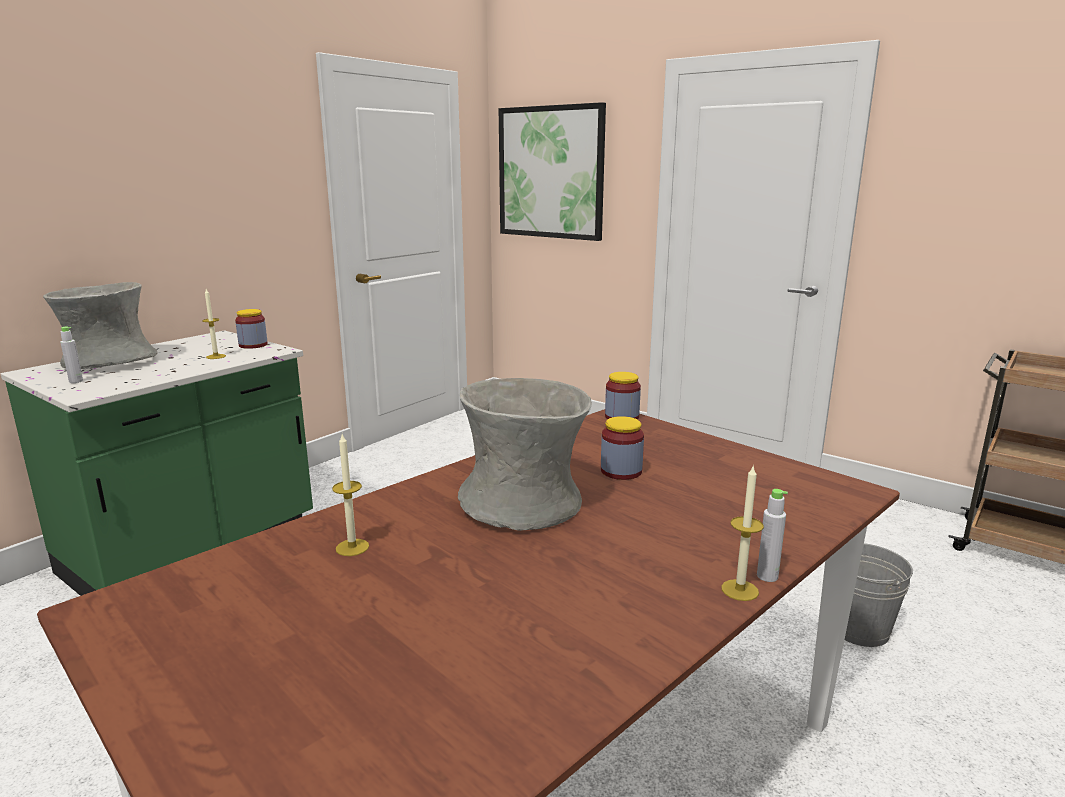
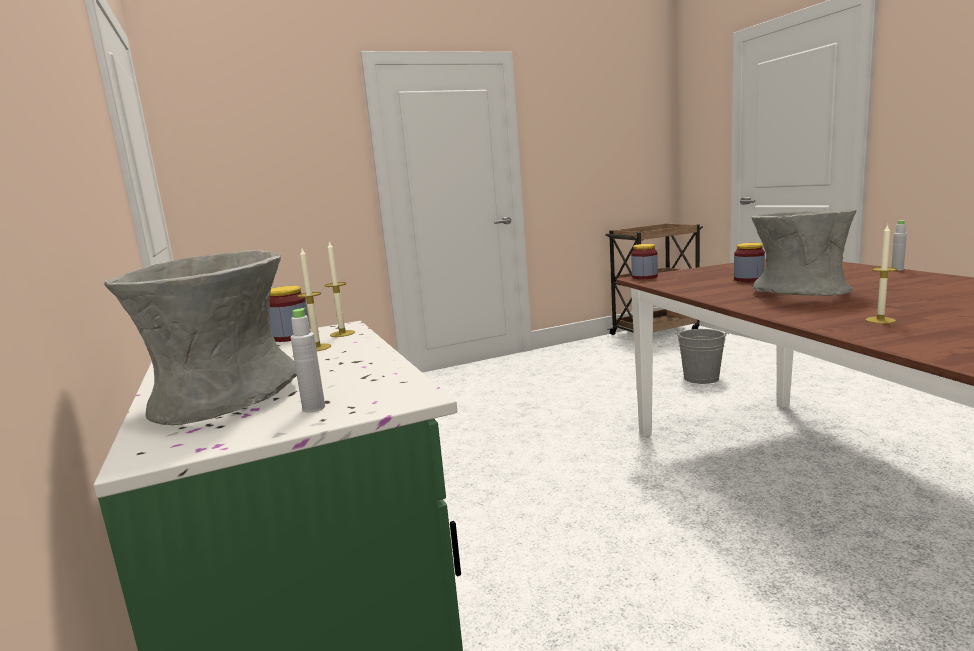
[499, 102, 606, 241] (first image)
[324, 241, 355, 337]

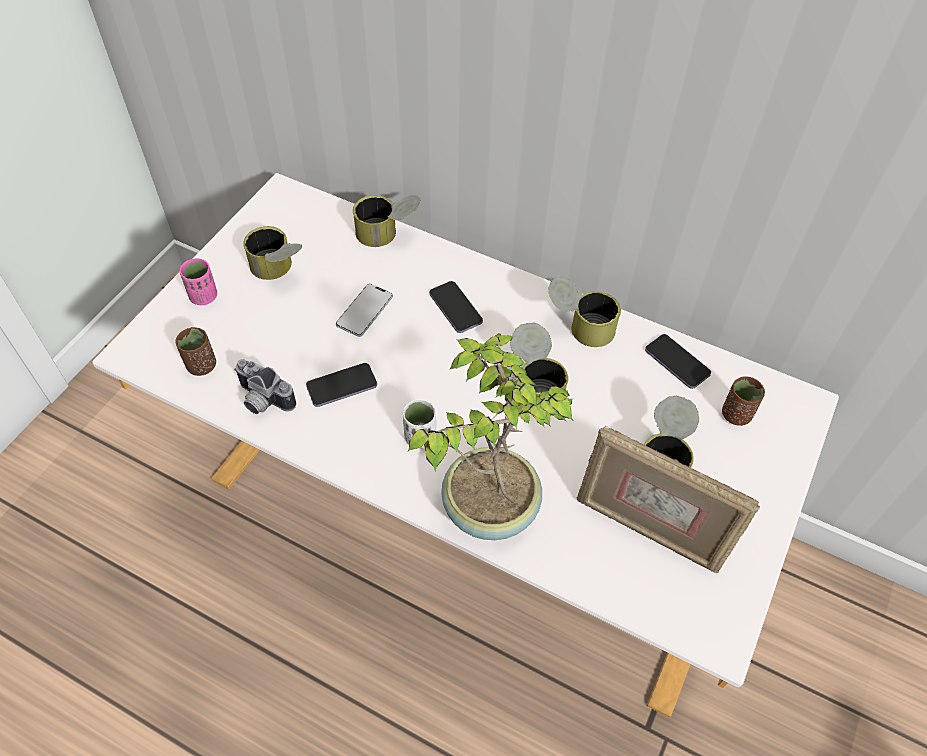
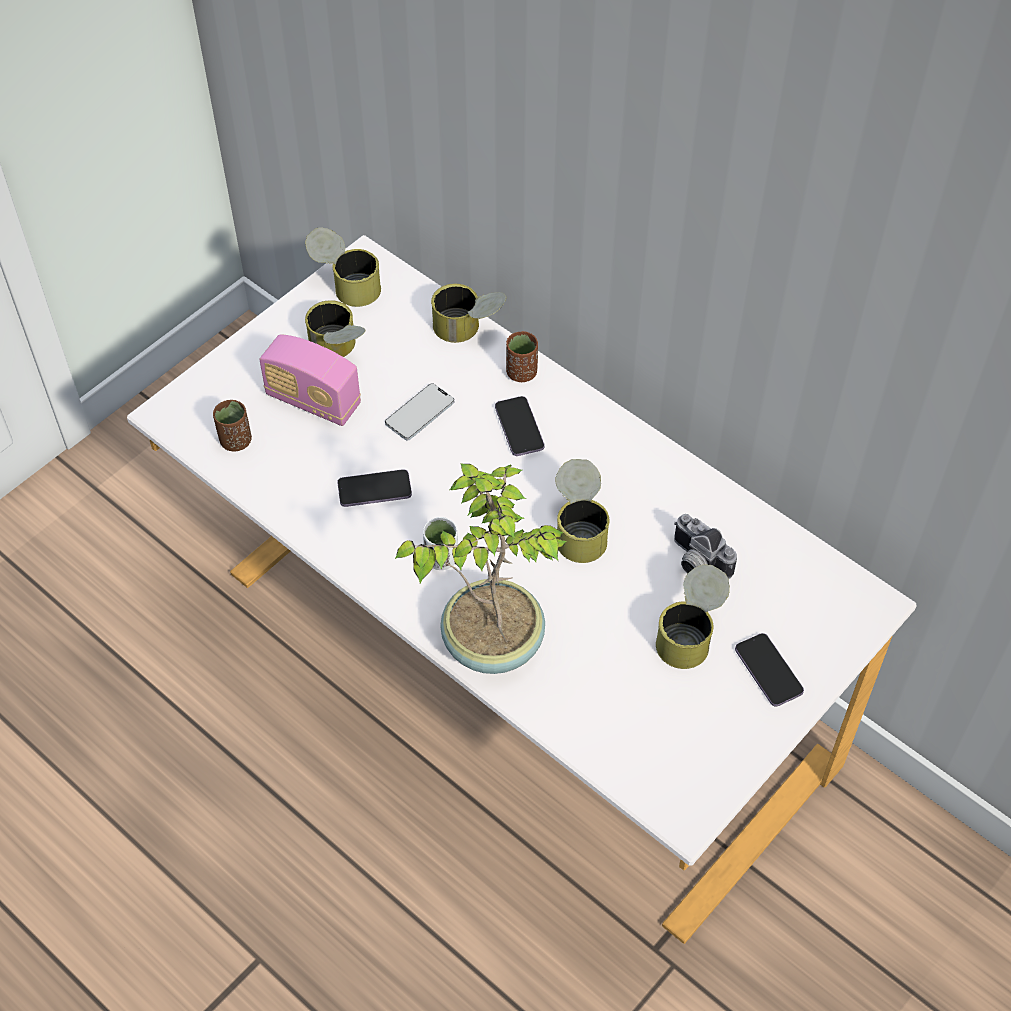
[180, 258, 217, 305] (first image)
[577, 426, 760, 573] (first image)
[259, 334, 361, 426]
[674, 514, 737, 579]
[305, 227, 381, 307]
[735, 633, 804, 706]
[506, 331, 538, 382]

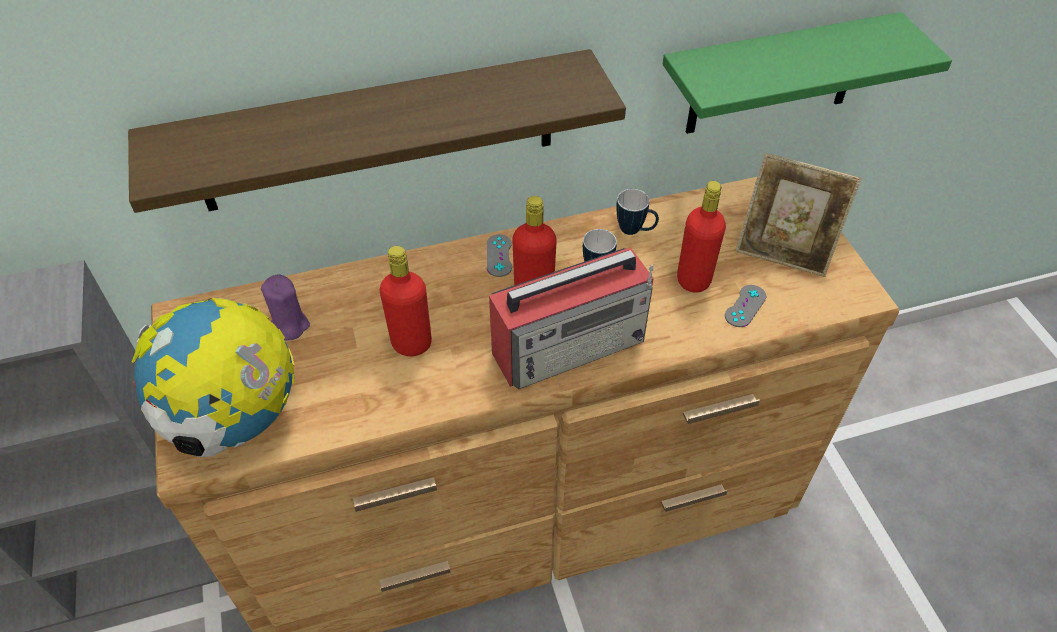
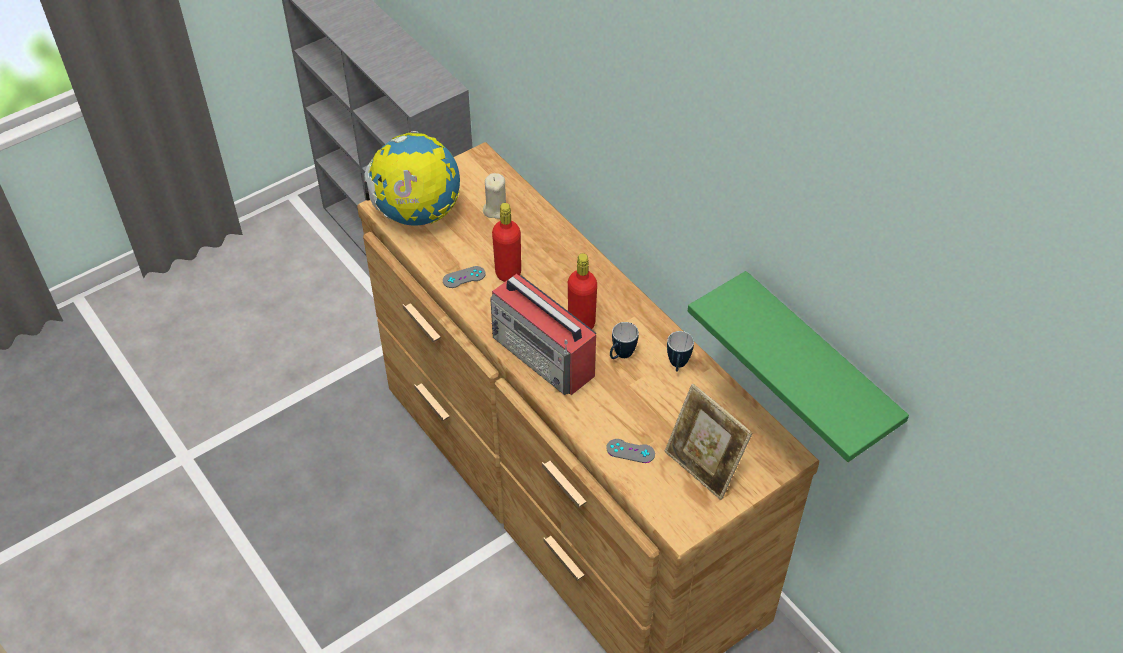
[128, 49, 626, 213] (first image)
[677, 181, 726, 293] (first image)
[443, 266, 486, 288]
[483, 173, 506, 219]
[664, 384, 752, 500]

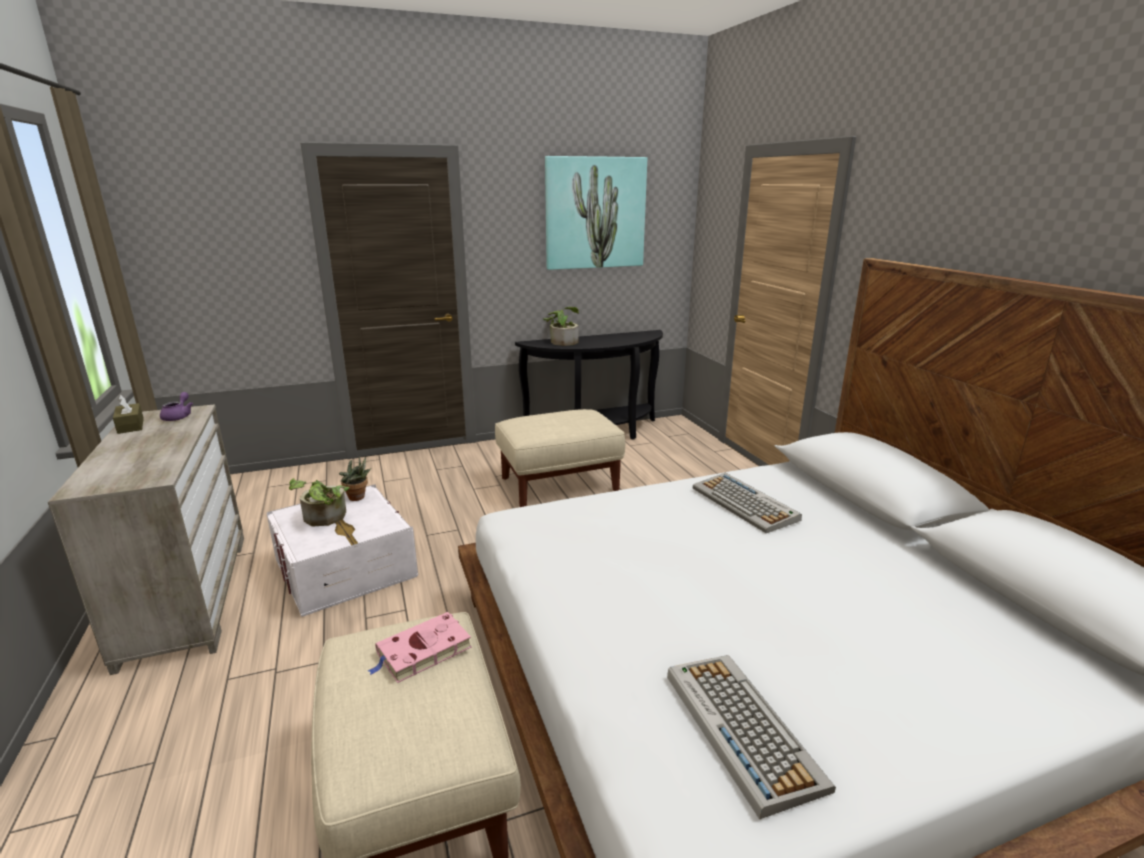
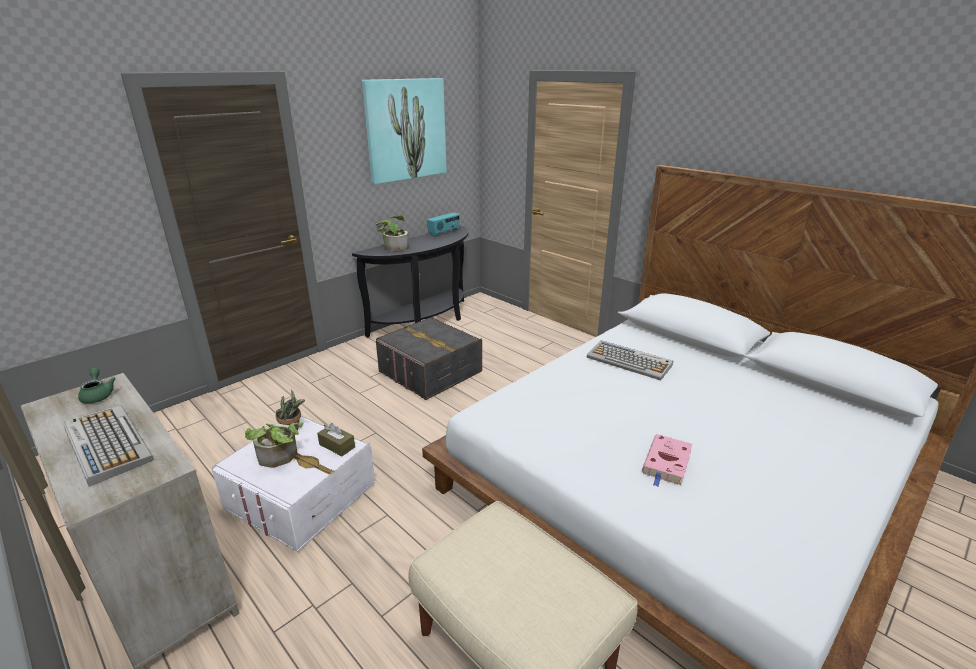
[427, 213, 460, 236]
[317, 423, 355, 456]
[642, 434, 692, 487]
[63, 405, 154, 487]
[376, 316, 482, 400]
[78, 368, 116, 404]

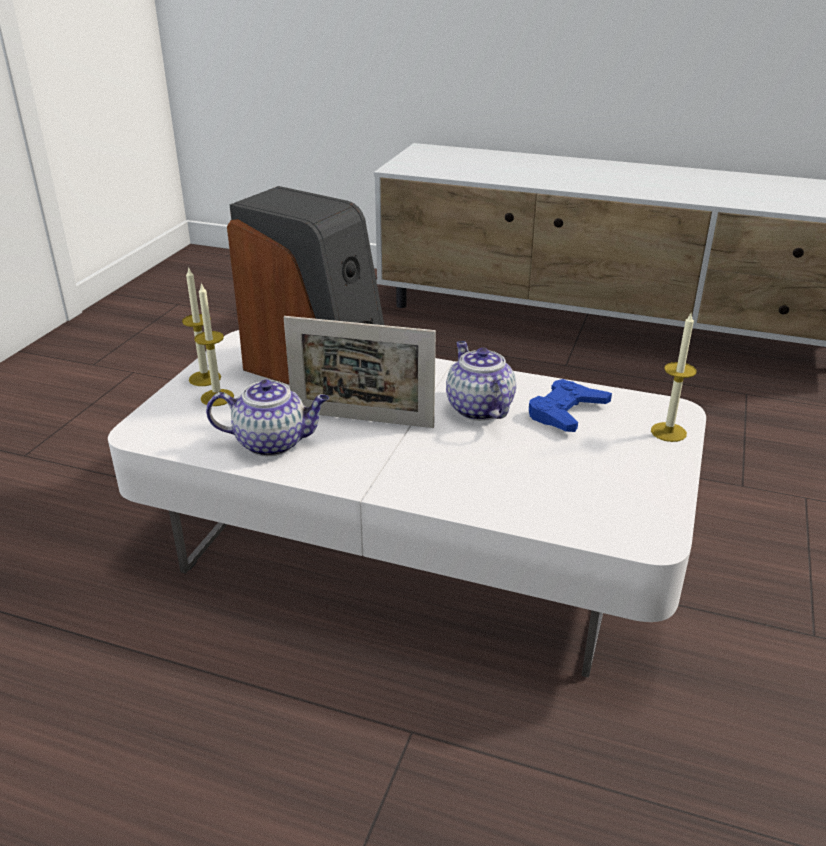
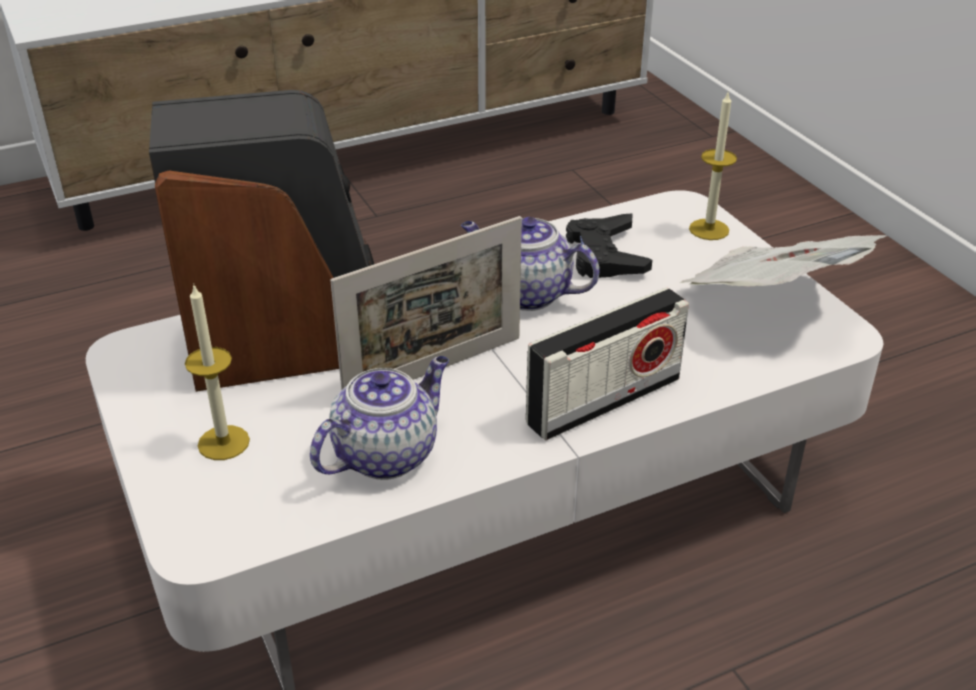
[182, 266, 221, 386] (first image)
[526, 287, 689, 441]
[680, 235, 887, 287]
[566, 213, 652, 278]

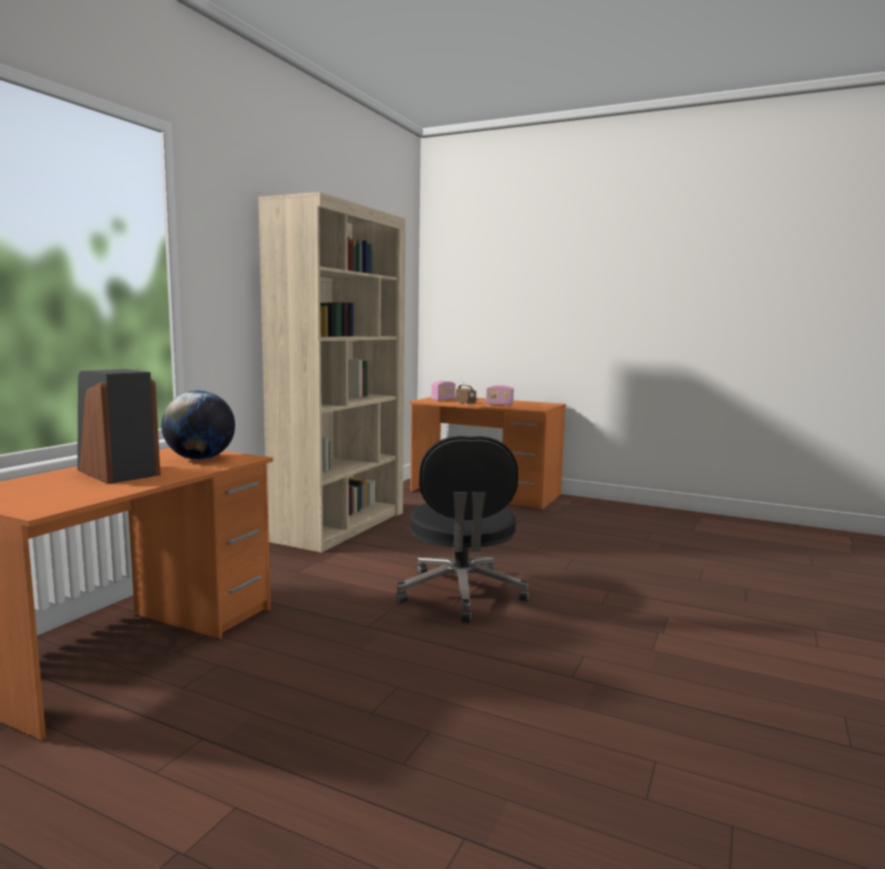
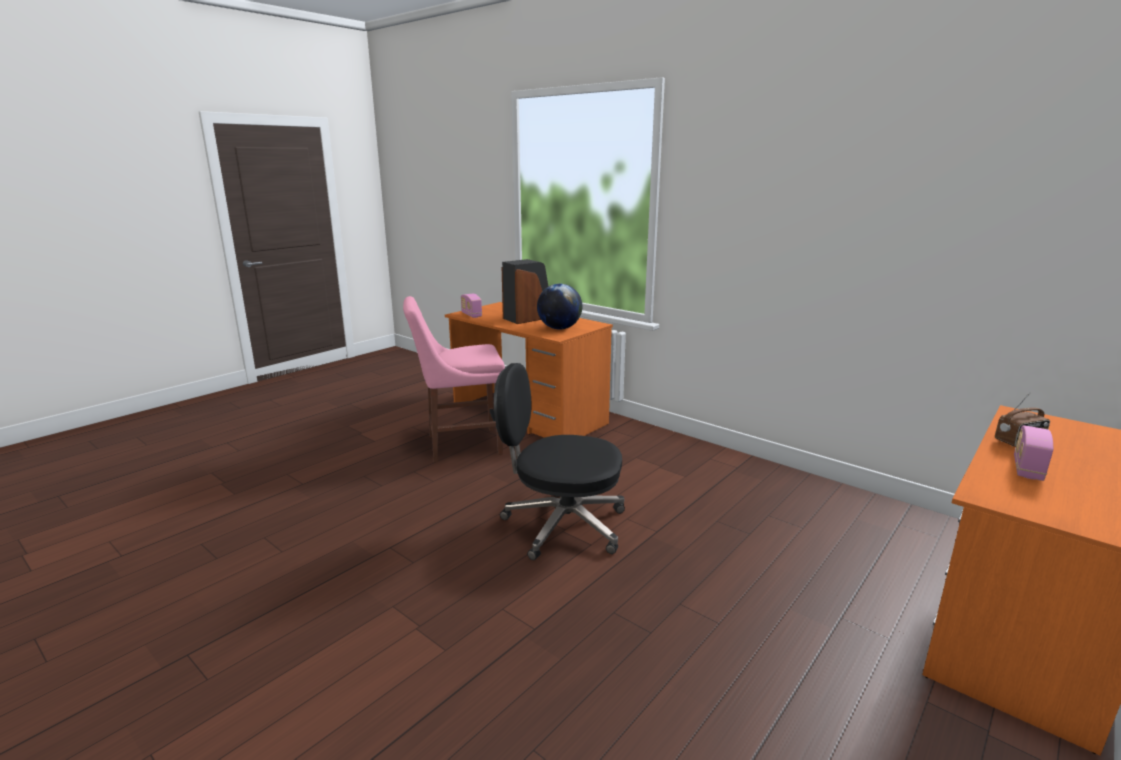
[258, 192, 405, 553] (first image)
[403, 296, 505, 462]
[461, 294, 482, 318]

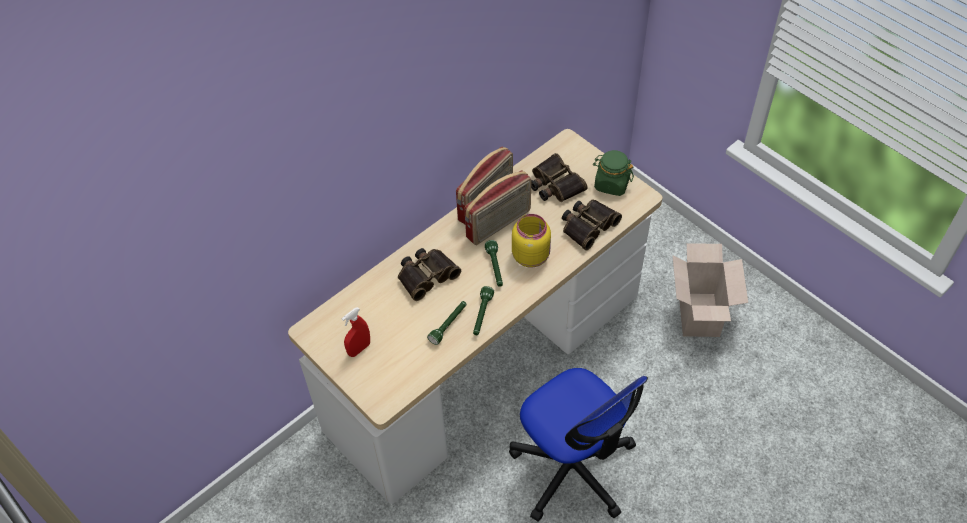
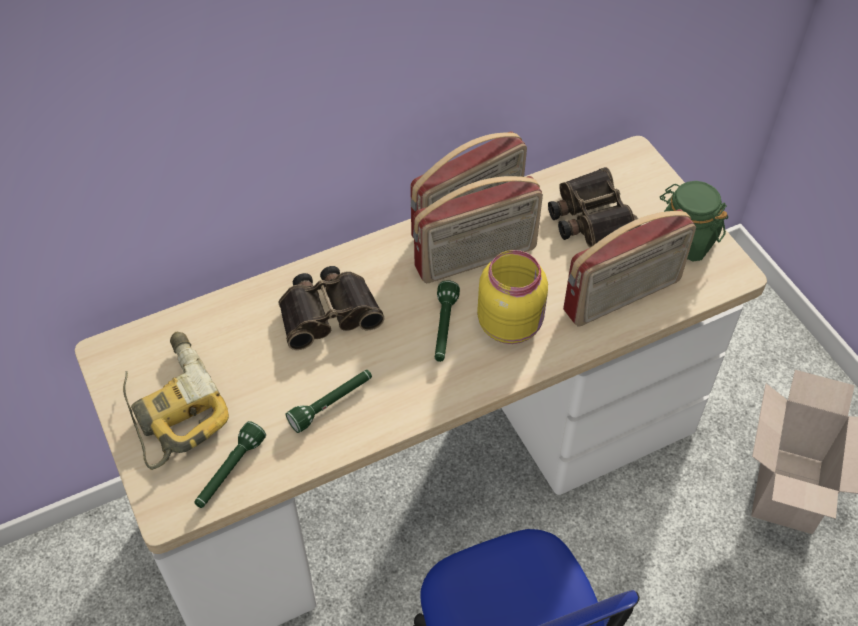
[194, 421, 266, 508]
[123, 331, 229, 470]
[563, 209, 696, 327]

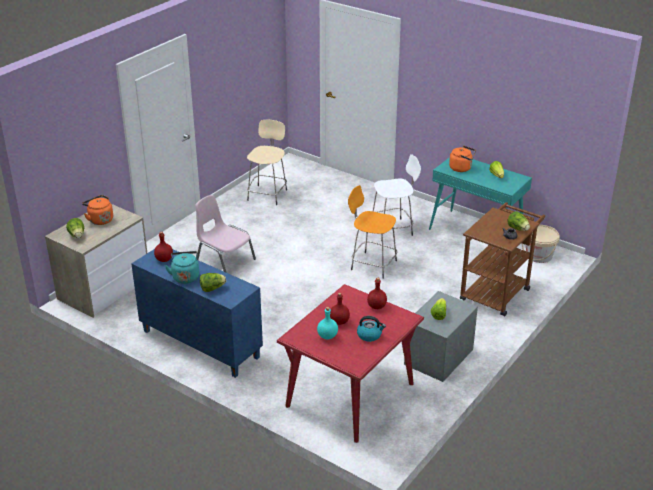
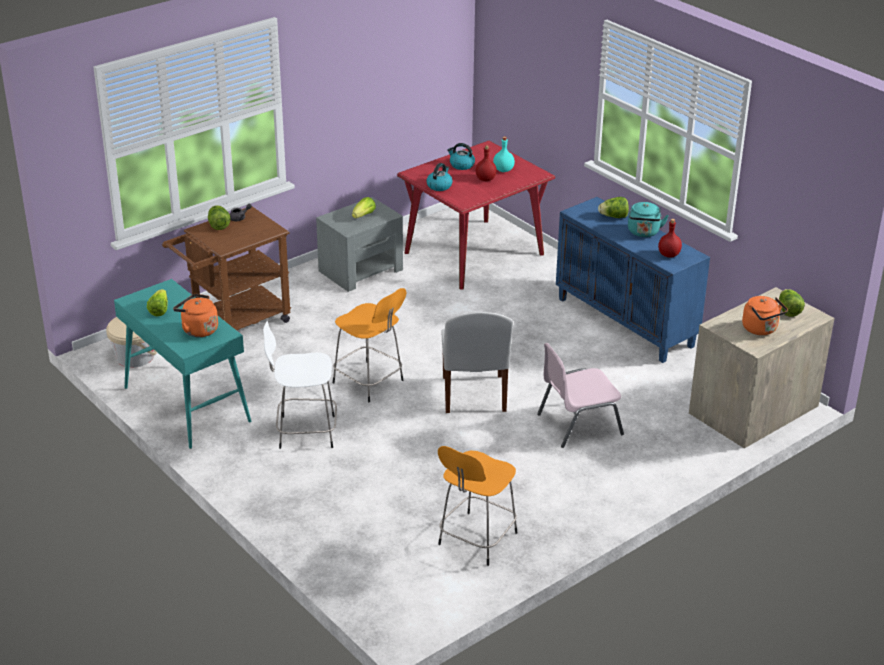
[441, 312, 513, 413]
[426, 163, 453, 191]
[438, 446, 518, 566]
[537, 343, 624, 448]

